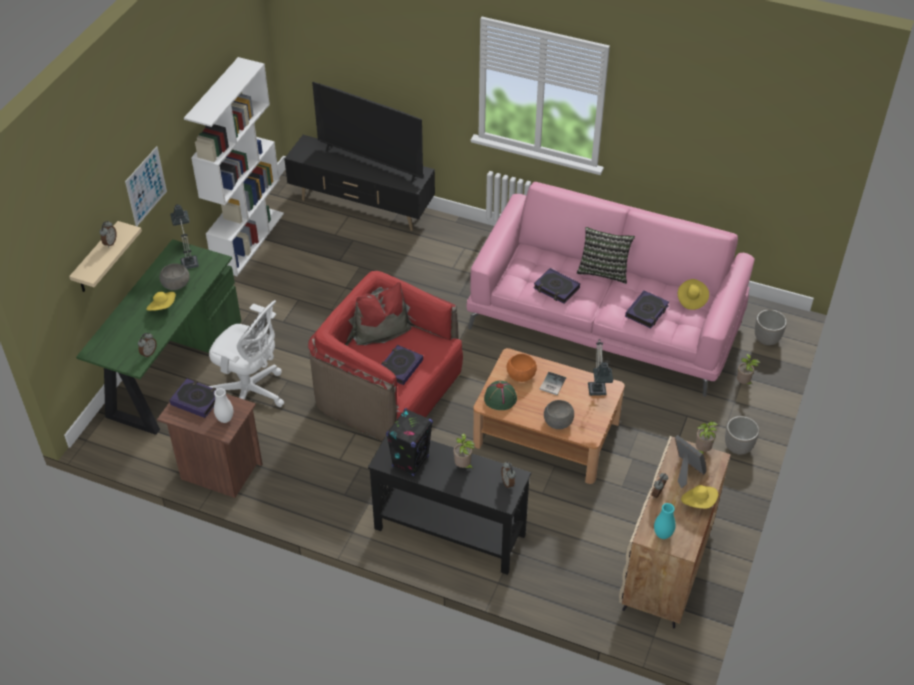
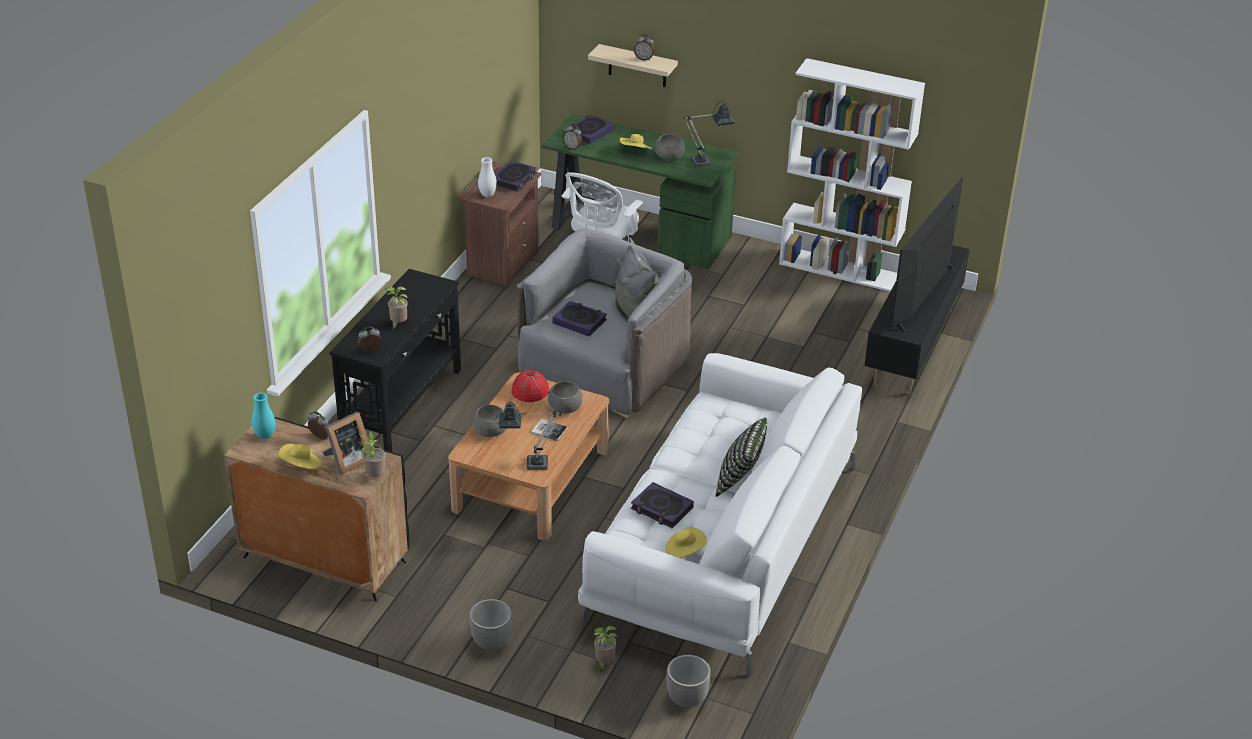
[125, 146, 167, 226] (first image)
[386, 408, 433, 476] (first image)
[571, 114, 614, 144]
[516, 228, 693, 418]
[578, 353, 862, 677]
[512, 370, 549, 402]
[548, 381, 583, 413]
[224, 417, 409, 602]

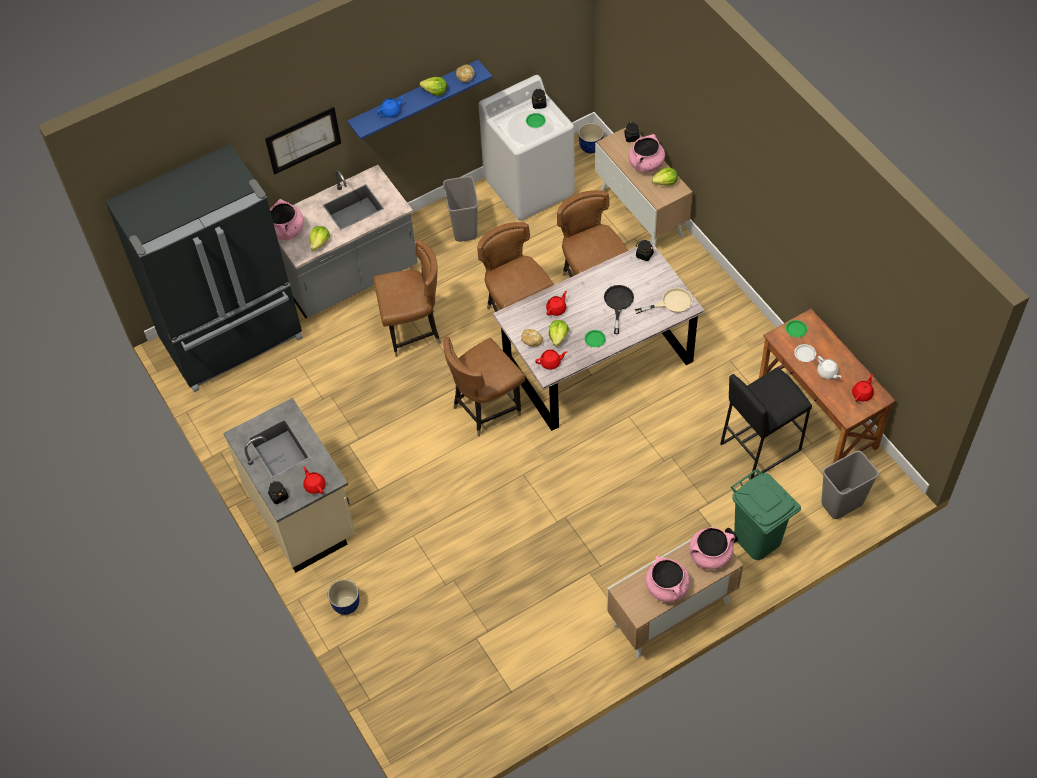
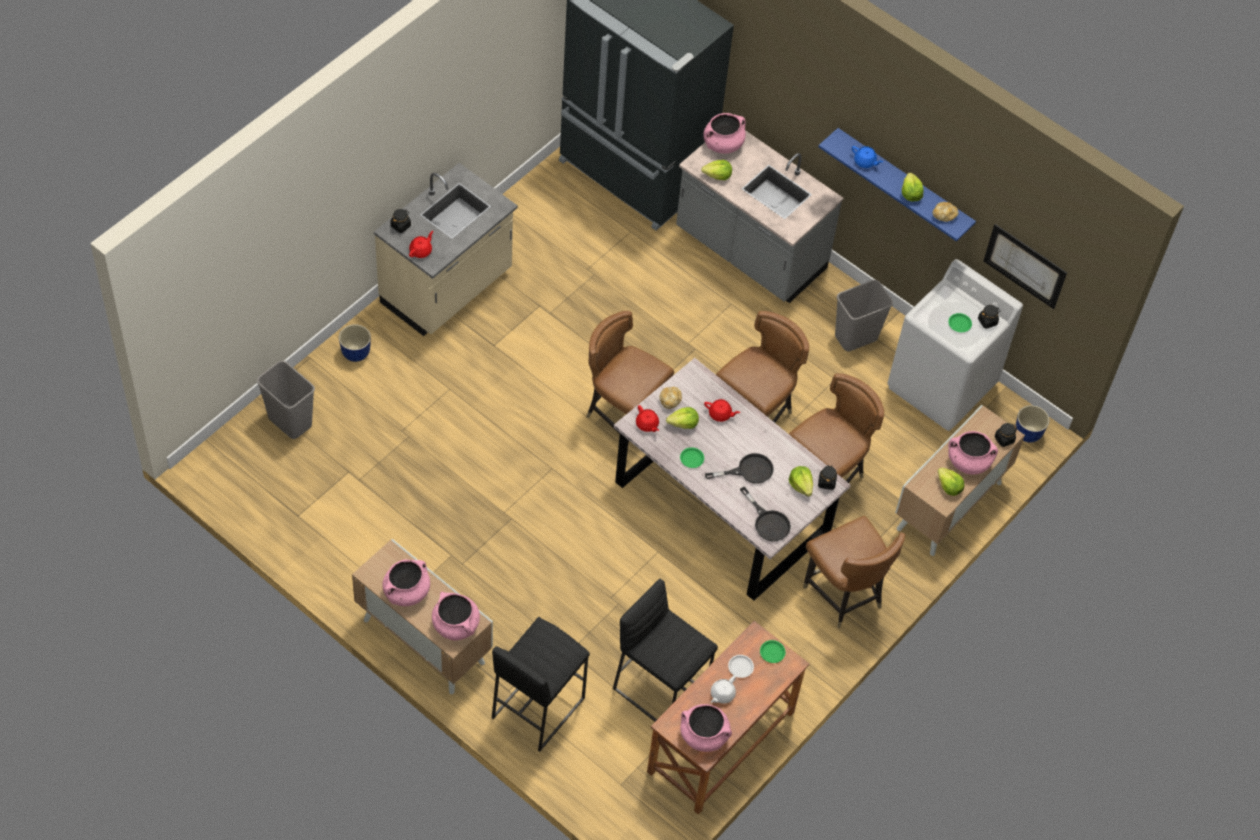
[789, 466, 813, 496]
[983, 224, 1067, 309]
[803, 516, 905, 628]
[257, 360, 315, 439]
[492, 617, 590, 752]
[680, 704, 732, 752]
[740, 487, 791, 542]

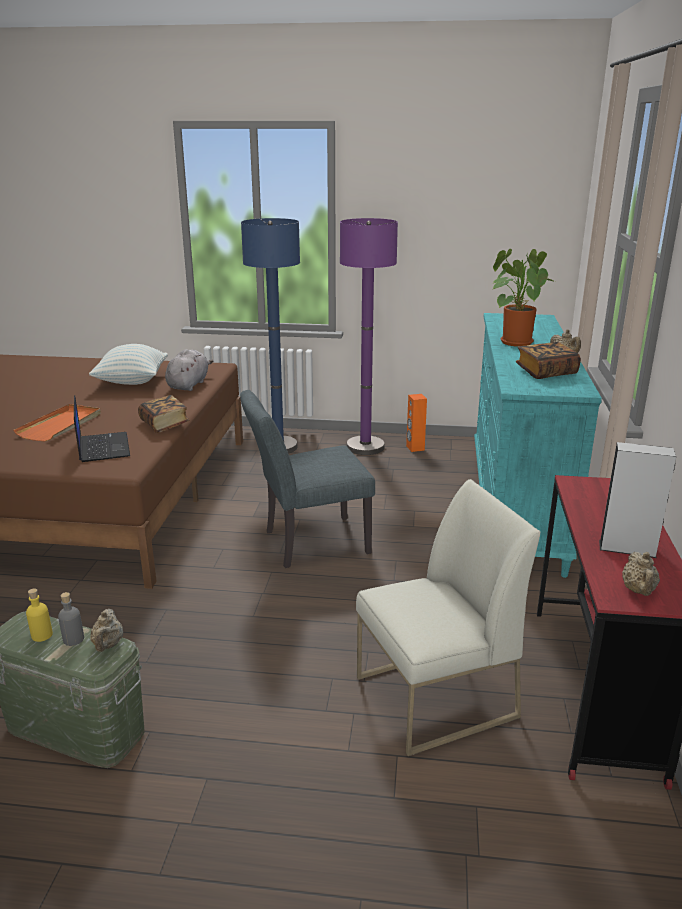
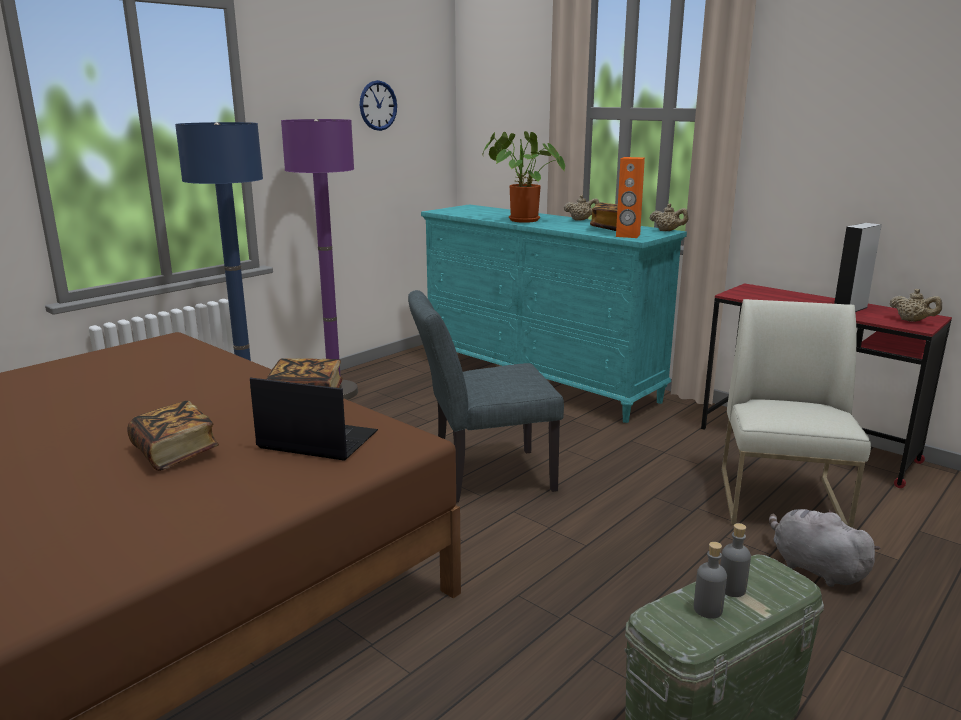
[89, 344, 168, 385] (first image)
[360, 80, 397, 131]
[650, 204, 689, 231]
[769, 509, 881, 587]
[616, 157, 645, 238]
[127, 400, 219, 471]
[694, 542, 727, 619]
[408, 290, 564, 503]

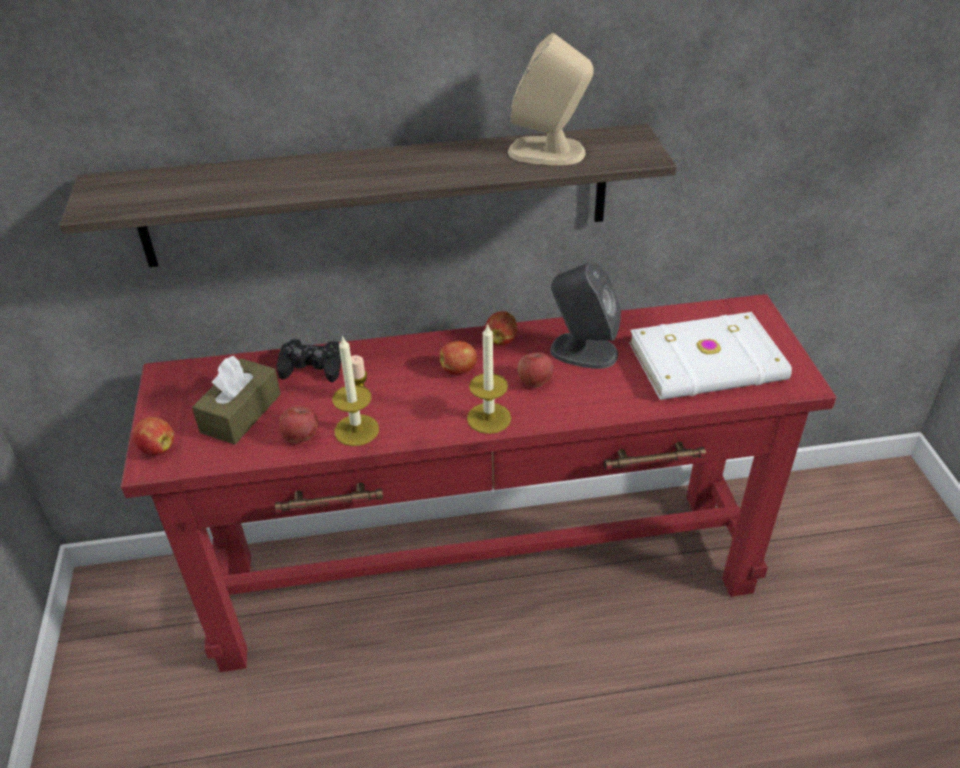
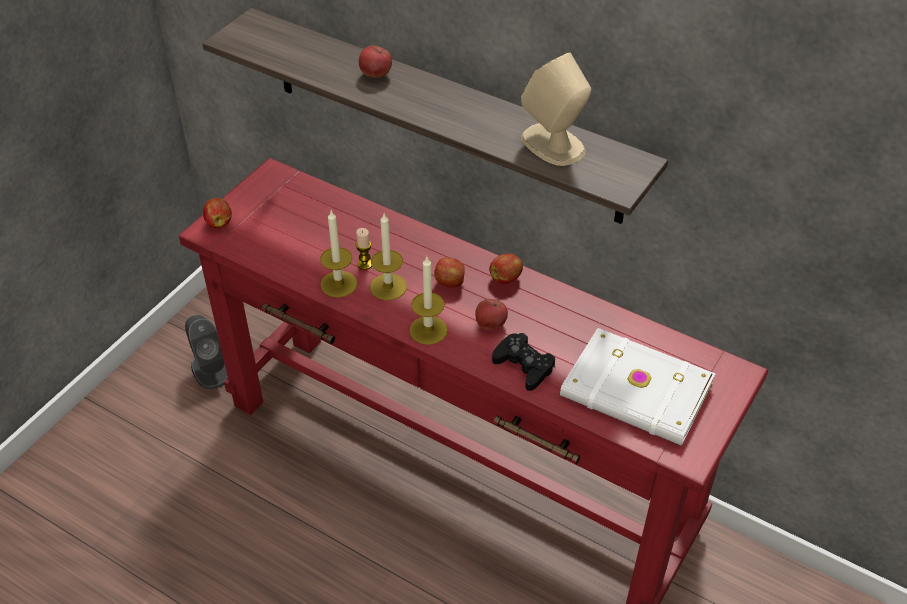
[192, 356, 281, 445] (first image)
[370, 213, 407, 300]
[492, 333, 555, 391]
[359, 46, 392, 77]
[185, 315, 228, 390]

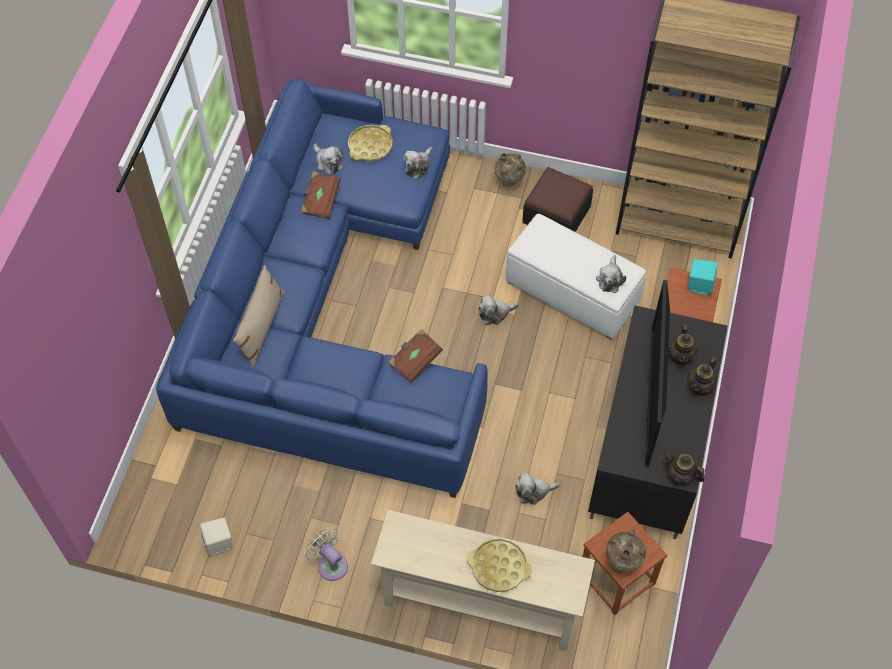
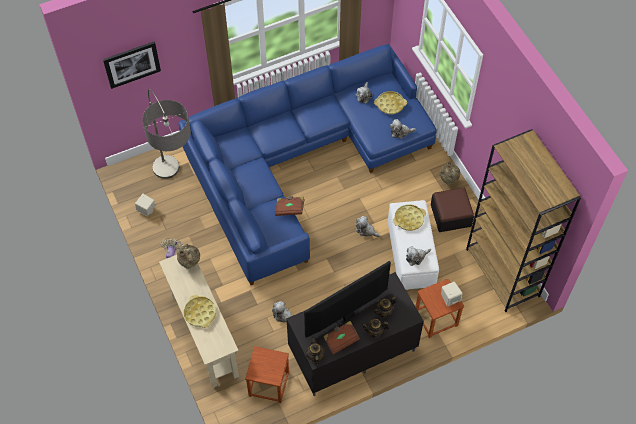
[233, 265, 285, 368] (first image)
[103, 41, 161, 89]
[142, 89, 191, 179]
[393, 204, 426, 231]
[323, 321, 360, 355]
[177, 244, 200, 269]
[441, 282, 462, 306]

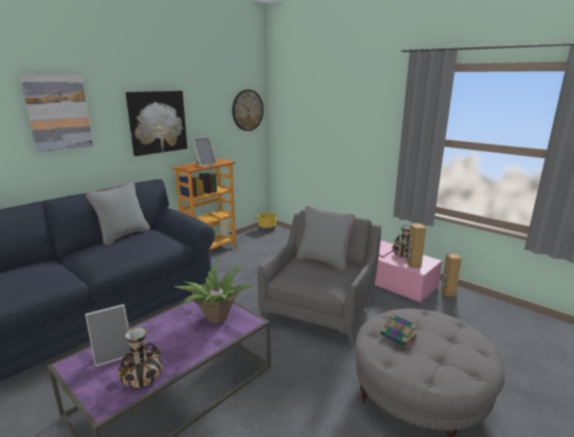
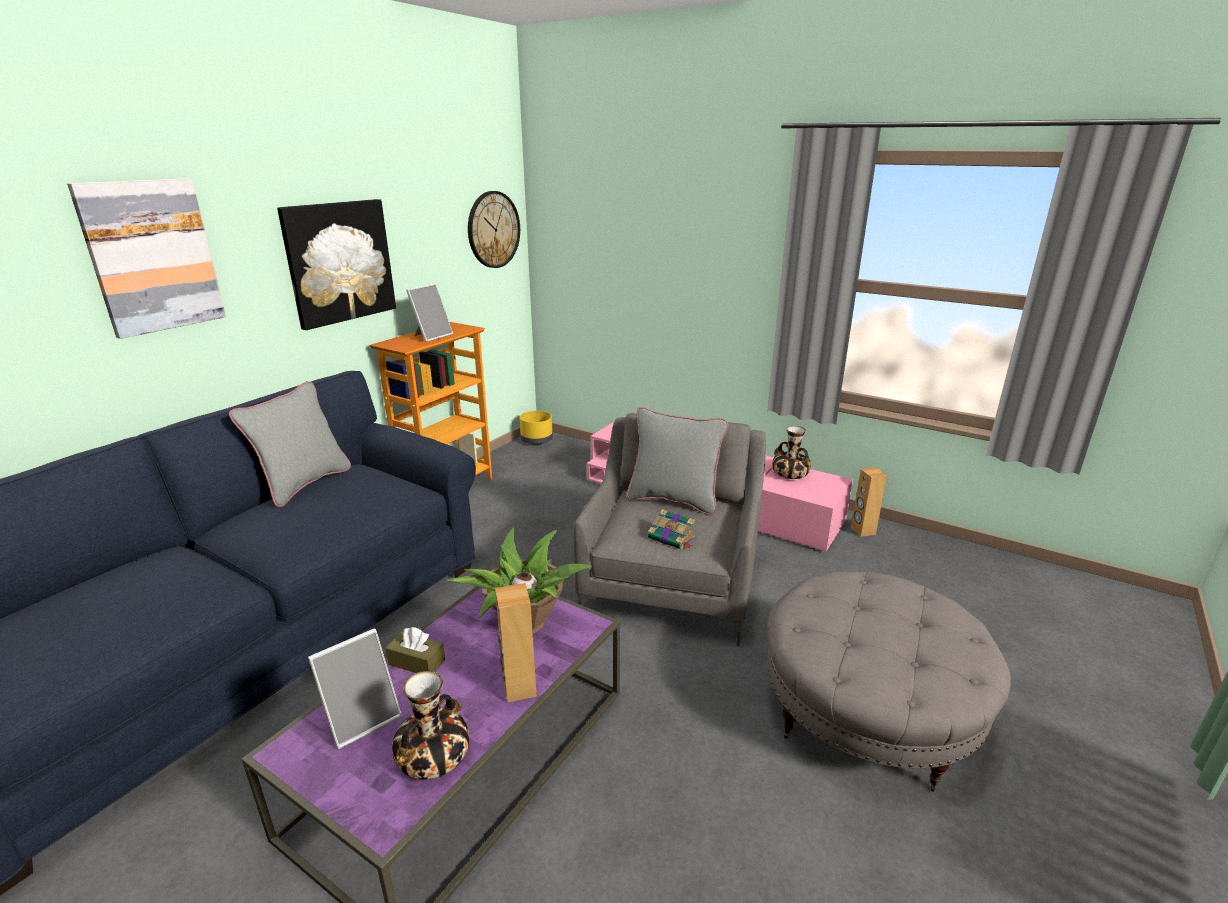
[385, 627, 445, 673]
[648, 509, 695, 549]
[495, 583, 537, 703]

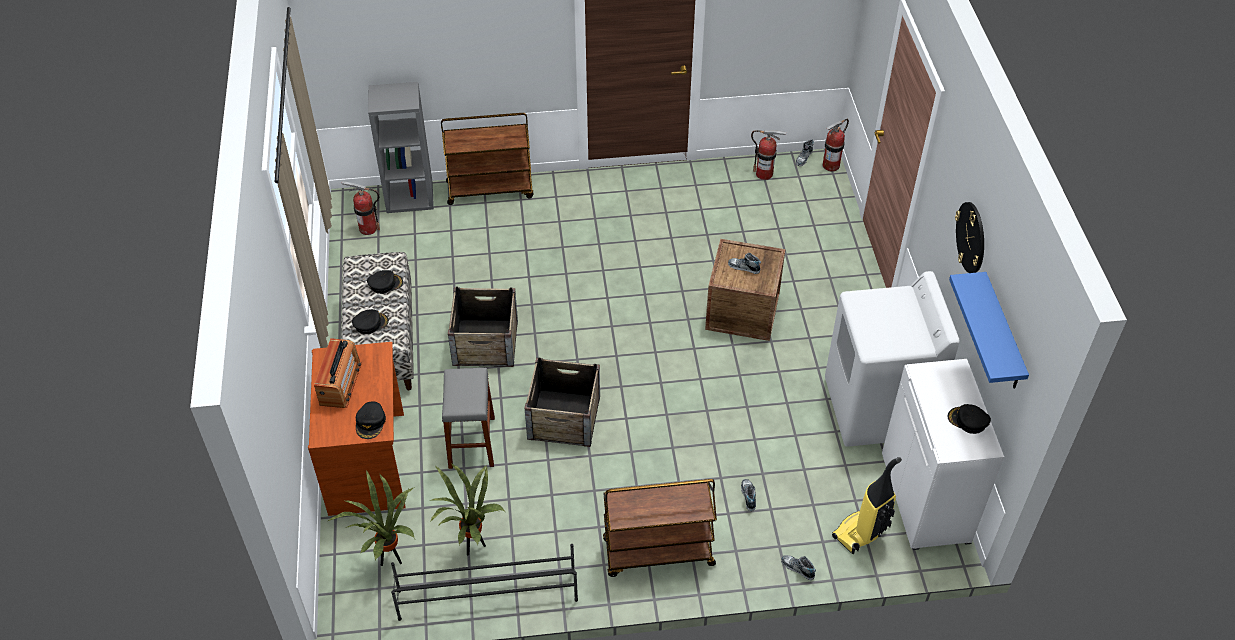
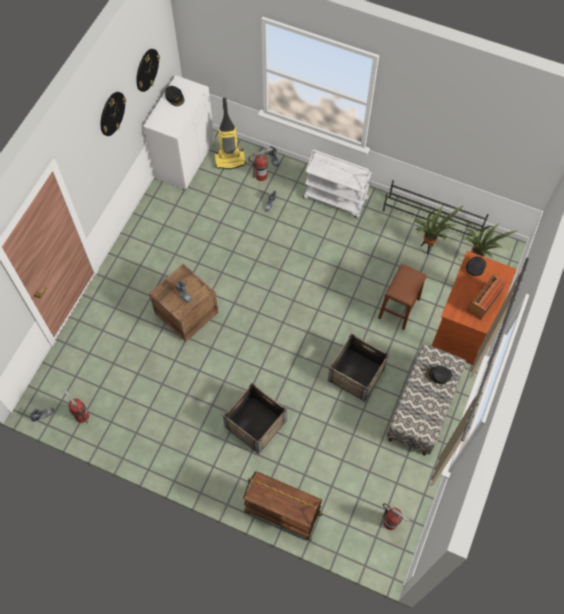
[367, 270, 403, 294] (first image)
[368, 82, 434, 213] (first image)
[825, 271, 960, 447] (first image)
[223, 383, 287, 454]
[248, 148, 273, 181]
[136, 49, 160, 92]
[378, 264, 427, 330]
[303, 149, 372, 218]

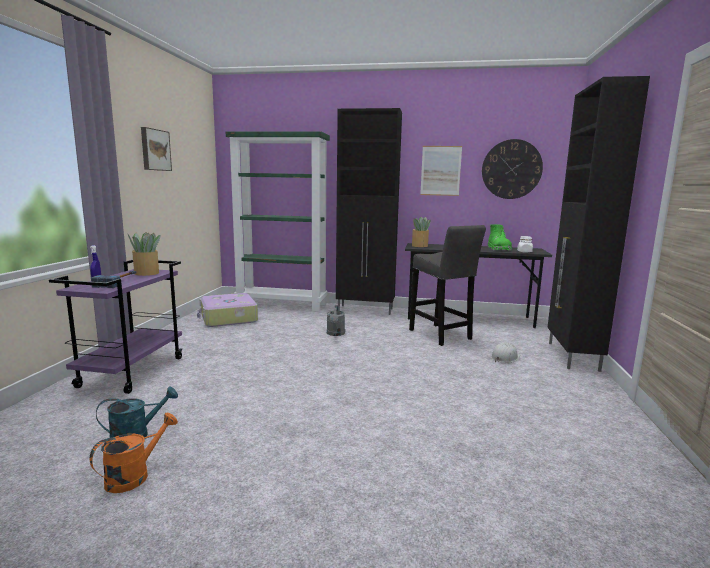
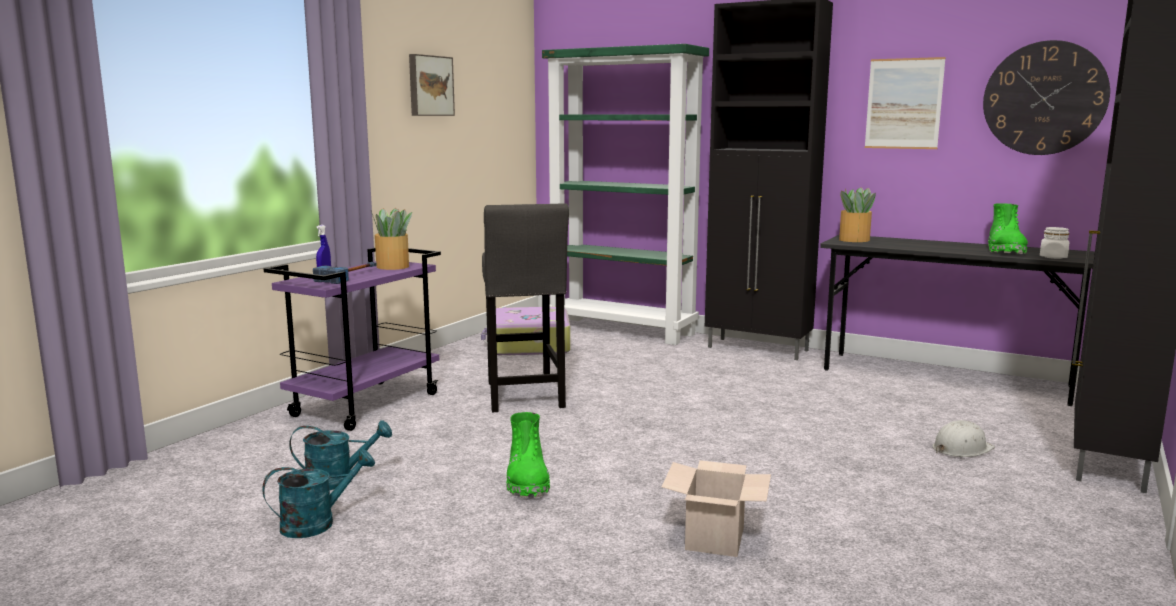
[327, 305, 345, 336] (first image)
[506, 412, 550, 498]
[662, 460, 771, 557]
[482, 203, 569, 412]
[262, 449, 375, 538]

